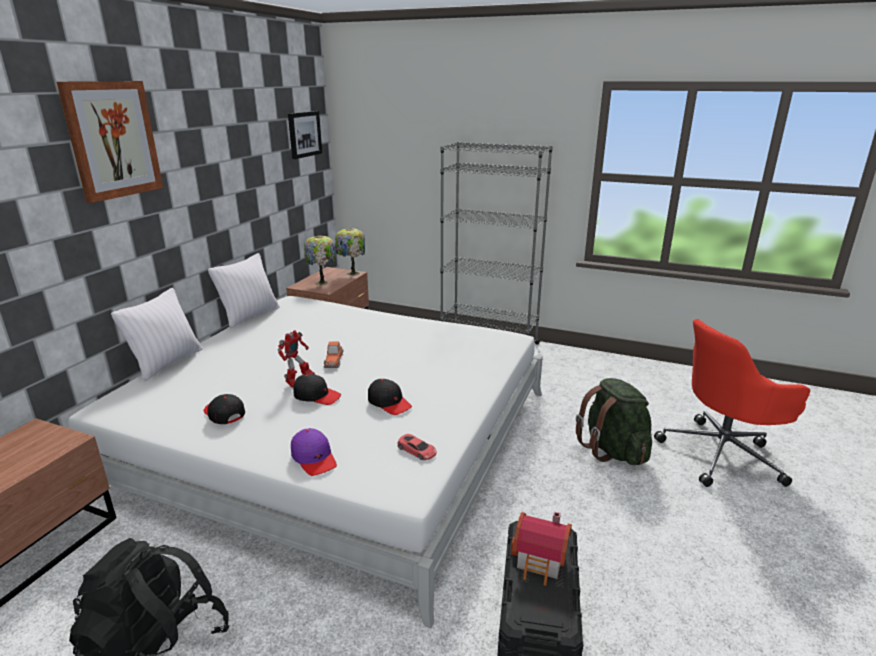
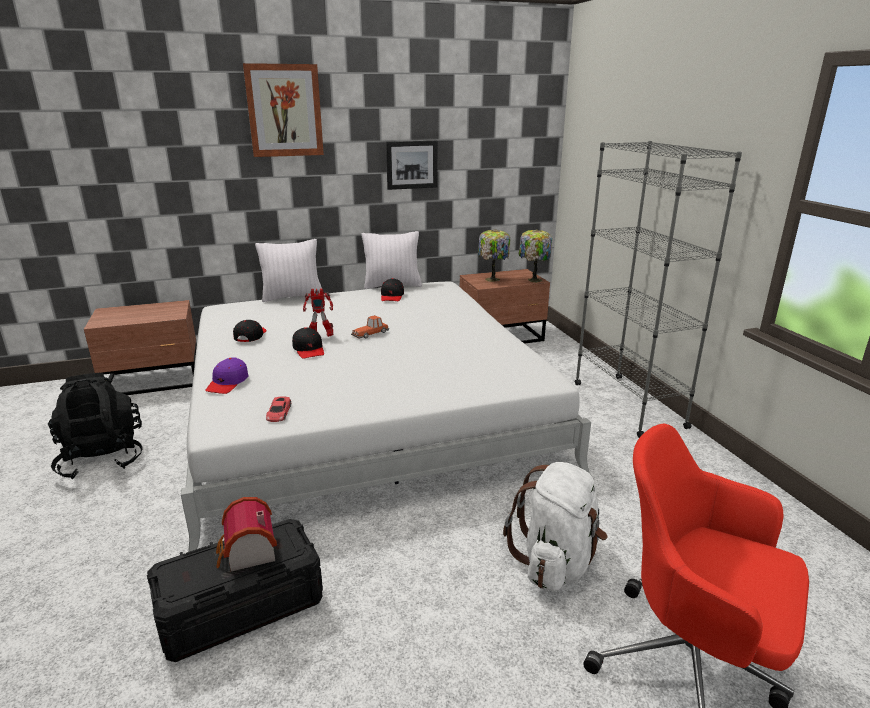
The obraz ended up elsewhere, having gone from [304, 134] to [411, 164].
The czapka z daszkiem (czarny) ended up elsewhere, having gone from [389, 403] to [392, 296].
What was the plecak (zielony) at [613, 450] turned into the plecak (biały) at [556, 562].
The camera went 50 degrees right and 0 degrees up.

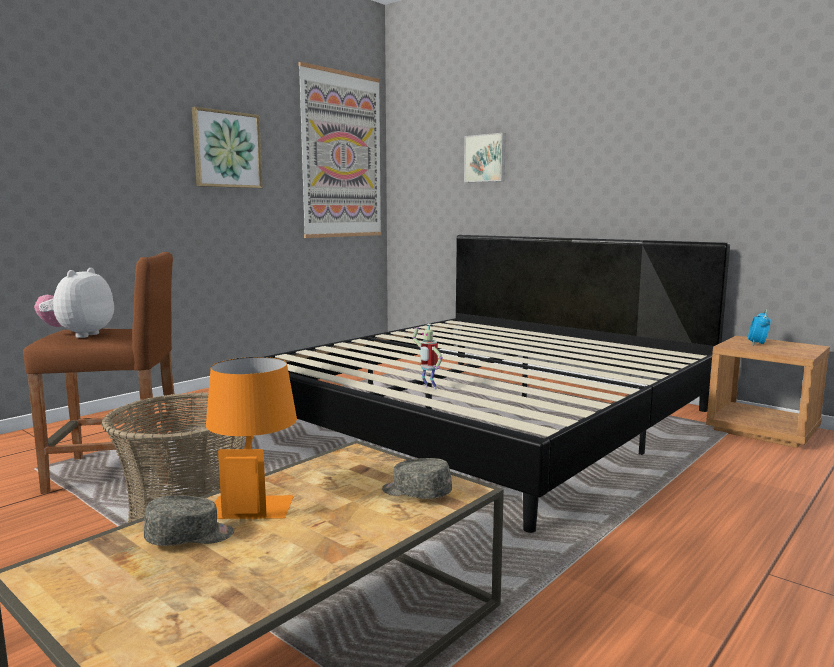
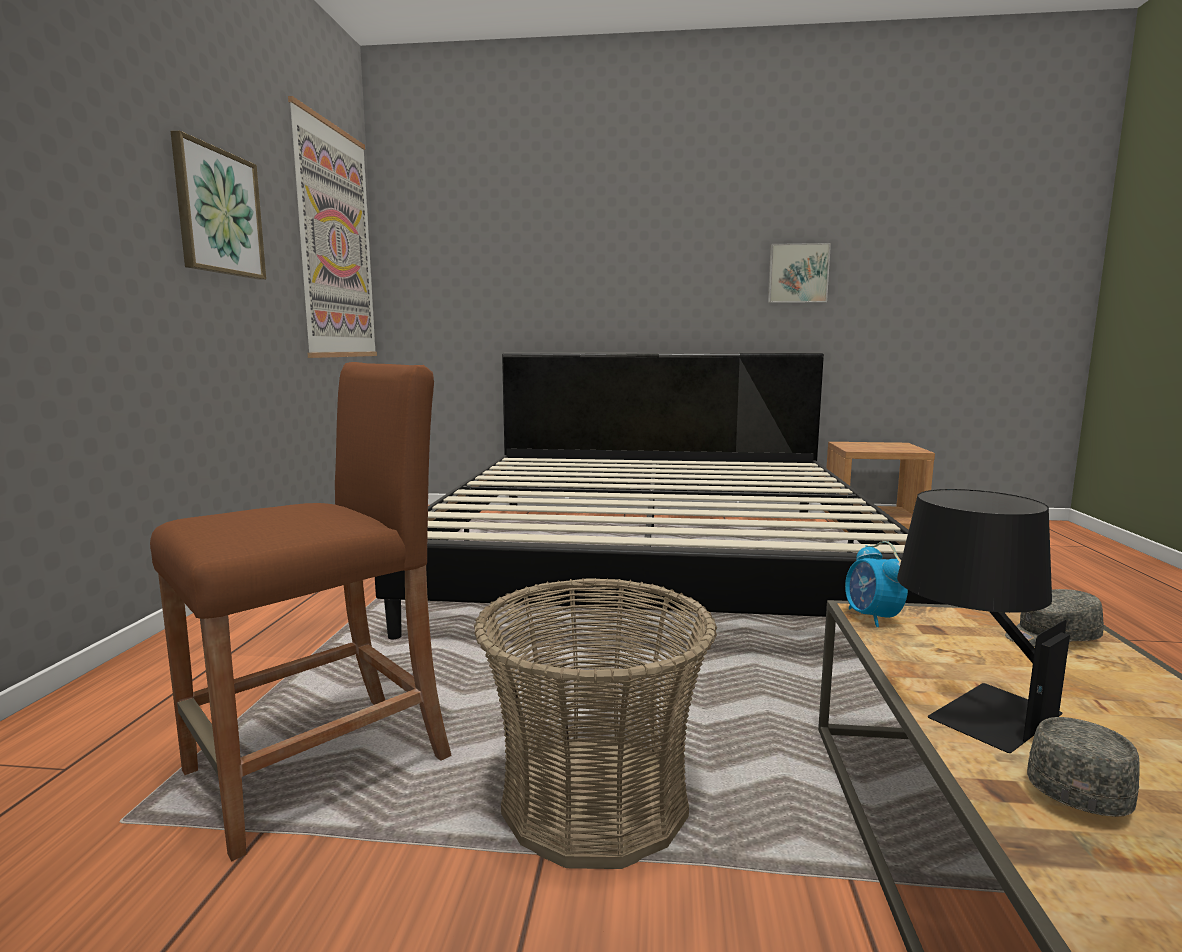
The second view lost the pluszak at [79, 335].
The second view lost the robot zabawkowy at [428, 388].
The obraz ended up elsewhere, having gone from [485, 158] to [798, 273].
The budzik ended up elsewhere, having gone from [757, 344] to [872, 617].
What was the lampa stołowa (pomarańczowy) at [254, 499] turned into the lampa stołowa (czarny) at [967, 704].
The camera went 35 degrees left and 0 degrees up.

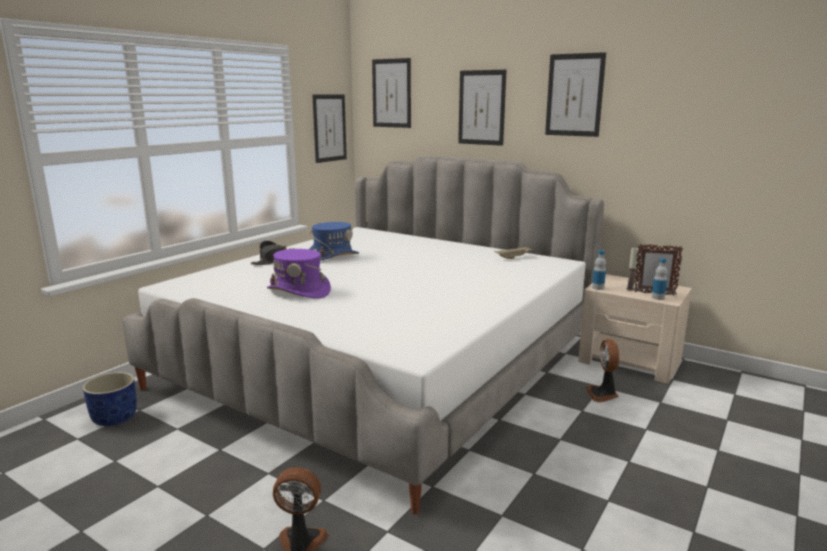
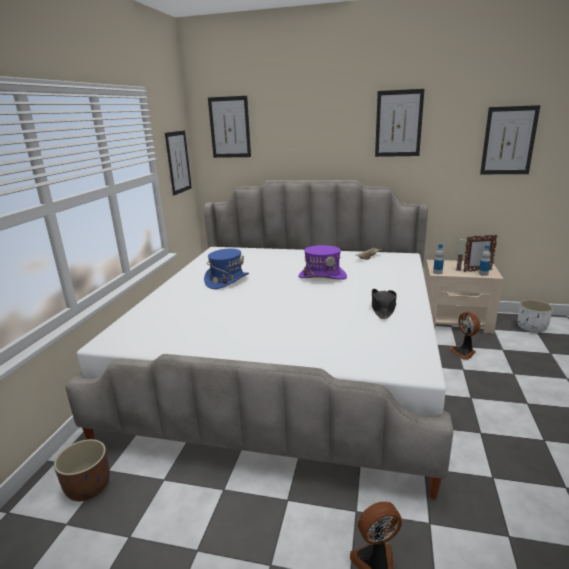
The second view gained the donica (biały) at [532, 328].
The kapelusz (czarny) ended up elsewhere, having gone from [273, 260] to [383, 308].
The kapelusz (fioletowy) ended up elsewhere, having gone from [299, 291] to [322, 276].
The obraz ended up elsewhere, having gone from [481, 107] to [508, 141].
What was the donica (niebieski) at [115, 418] turned into the donica (brązowy) at [89, 487].
The camera went 20 degrees left and 5 degrees up.

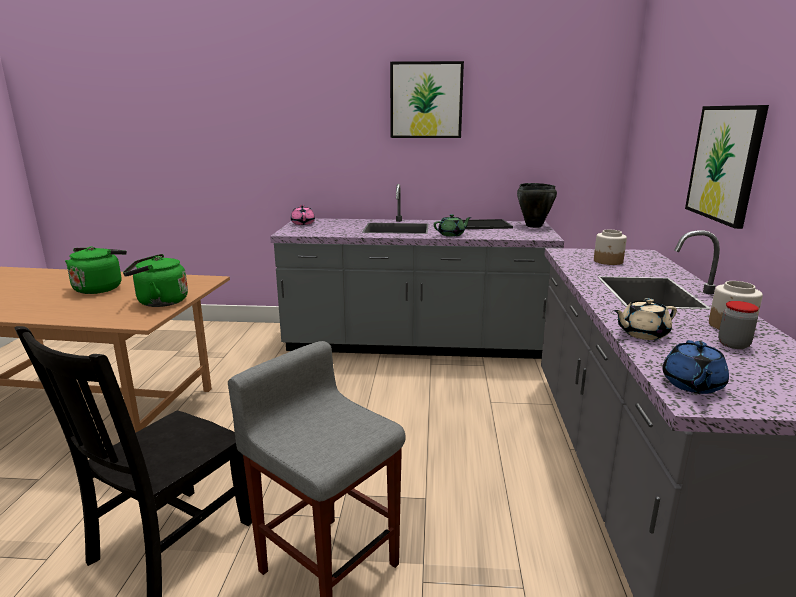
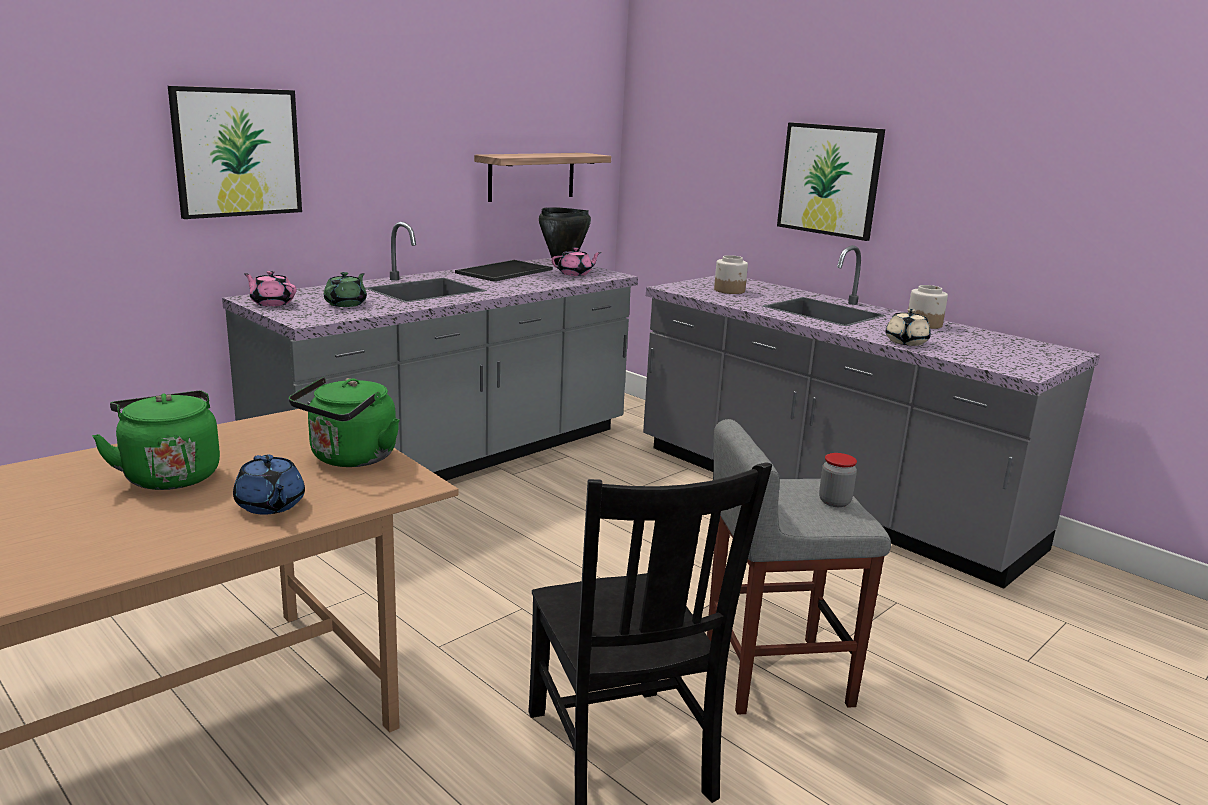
The second view gained the półka at [531, 176].
The second view gained the imbryk (różowy) at [575, 274].
The obraz ended up elsewhere, having gone from [426, 100] to [237, 152].
The imbryk (zielony) ended up elsewhere, having gone from [451, 234] to [346, 304].
The imbryk (niebieski) ended up elsewhere, having gone from [692, 385] to [270, 505].
The słoik ended up elsewhere, having gone from [733, 344] to [834, 502].
The camera went 50 degrees left and 0 degrees up.

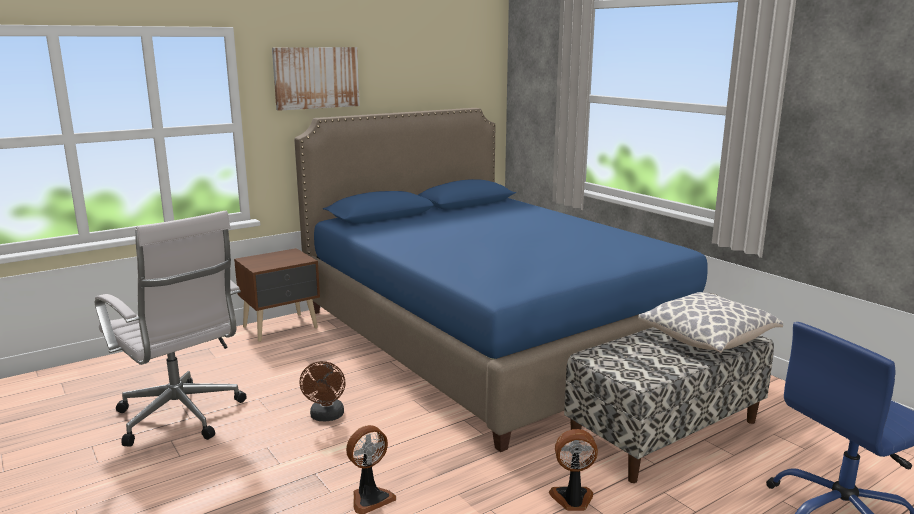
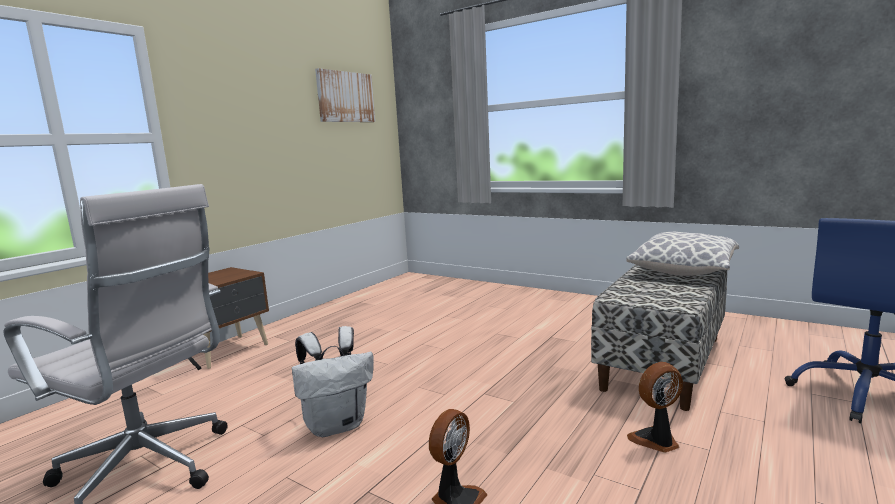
The second view lost the łóżko (niebieski) at [490, 337].
The obraz ended up elsewhere, having gone from [316, 78] to [345, 97].
Where the wentylator (brązowy) stood at [326, 417], the plecak (biały) came to stand at [337, 425].
The camera went 20 degrees left and 5 degrees down.

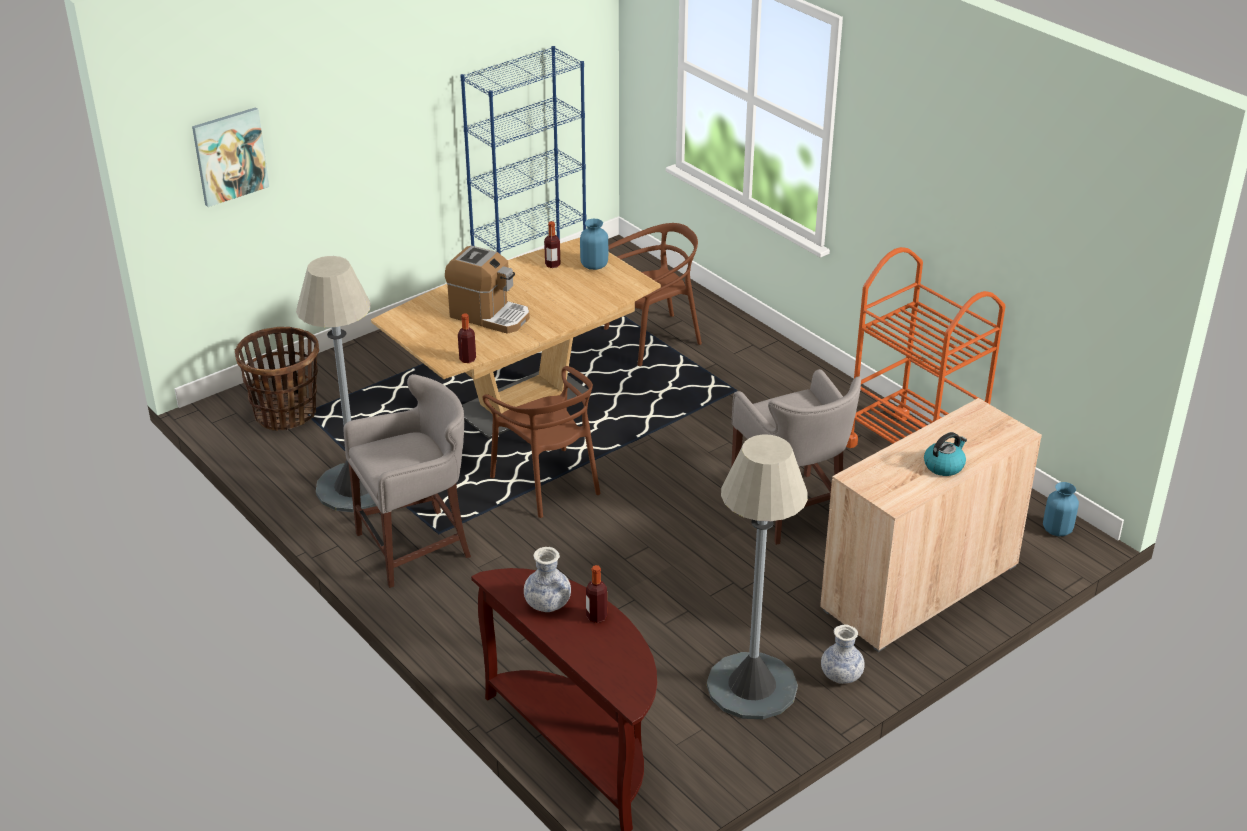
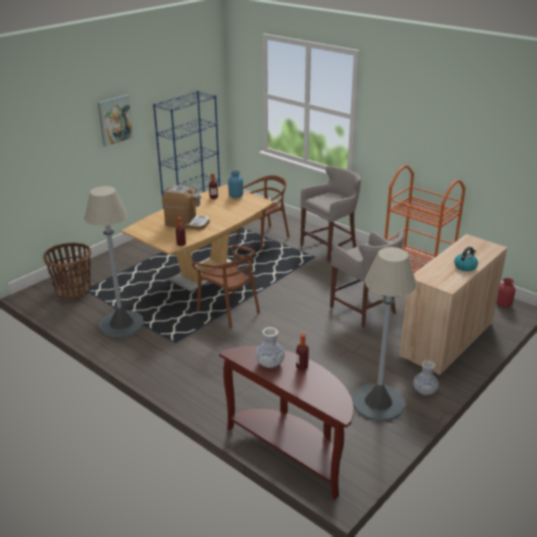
The obraz ended up elsewhere, having gone from [230, 156] to [115, 120].
The stołek (szary) ended up elsewhere, having gone from [417, 545] to [330, 246].
What was the wazon (niebieski) at [1057, 529] turned into the wazon (czerwony) at [503, 304].
The camera went 10 degrees left and 5 degrees down.

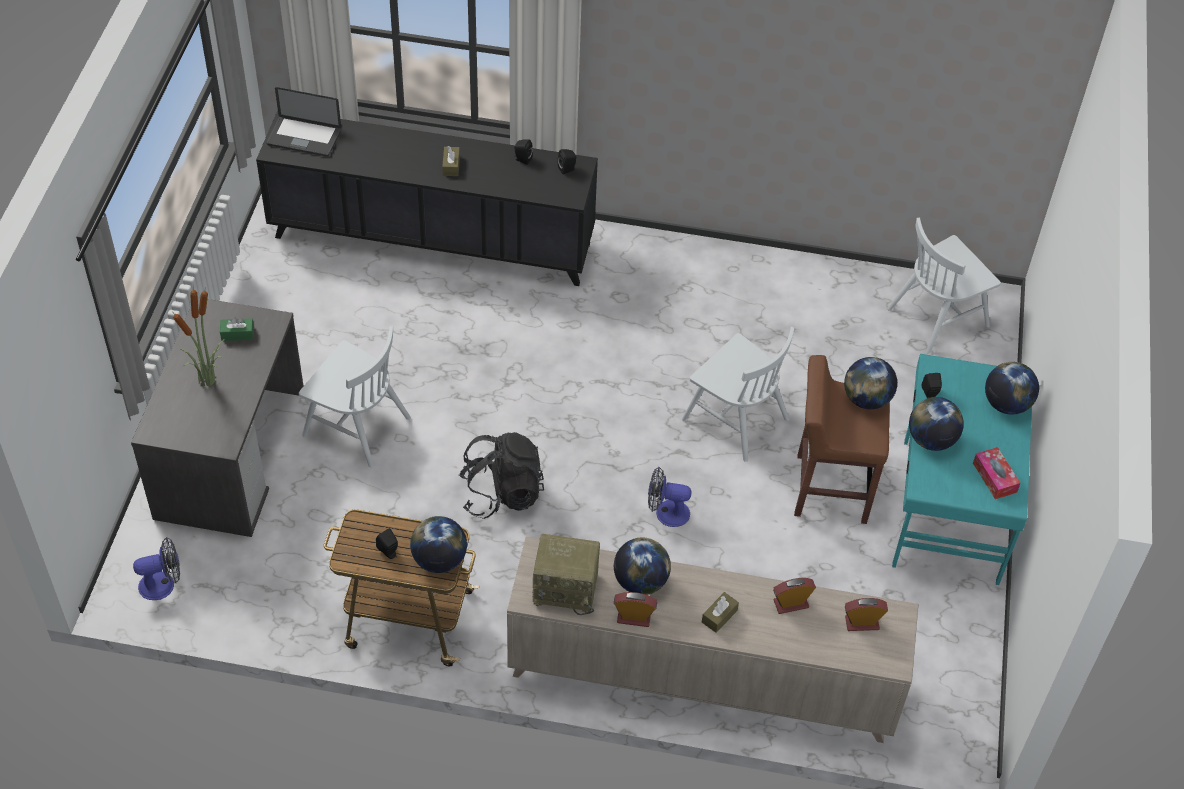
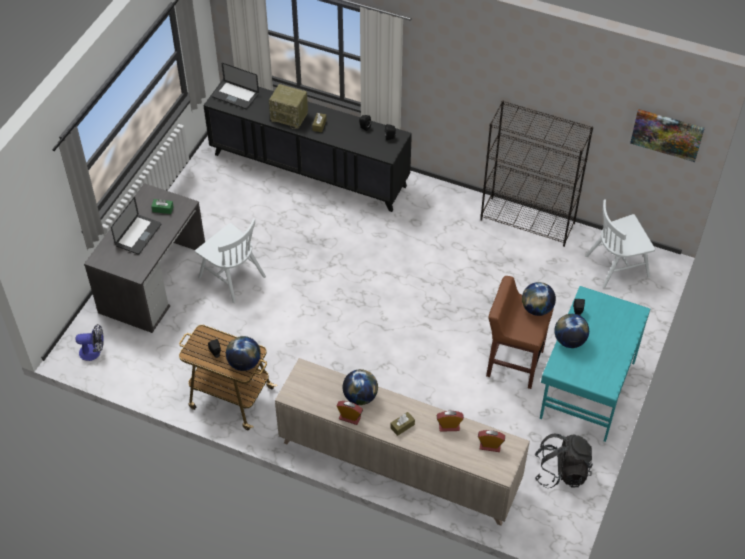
The second view lost the wentylator at [666, 512].
The second view lost the krzesło (biały) at [735, 419].
The second view lost the pudełko chusteczek at [994, 477].
The second view lost the globus at [1006, 404].
The second view gained the regał (czarny) at [528, 221].
The second view gained the obraz at [667, 134].
The plecak (czarny) ended up elsewhere, having gone from [501, 493] to [561, 471].
The radio ended up elsewhere, having gone from [567, 588] to [290, 117].
Where the roślina doniczkowa stood at [209, 382], the laptop came to stand at [138, 235].
The camera went 15 degrees right and 0 degrees up.

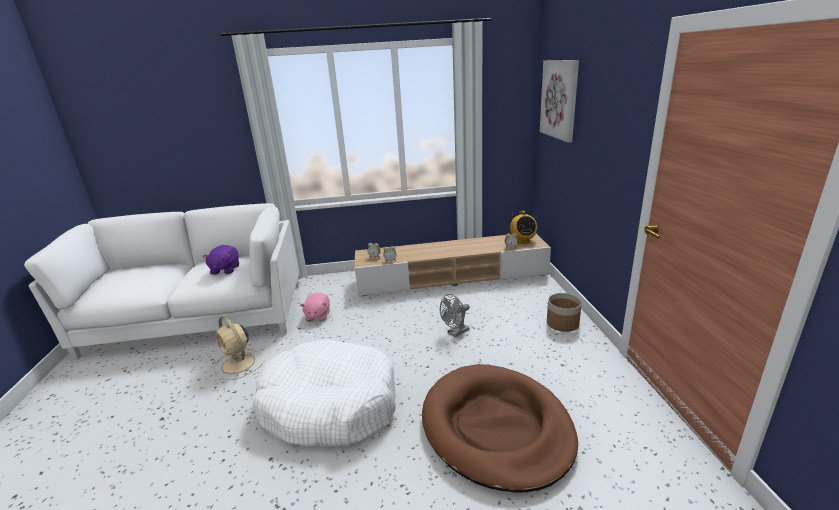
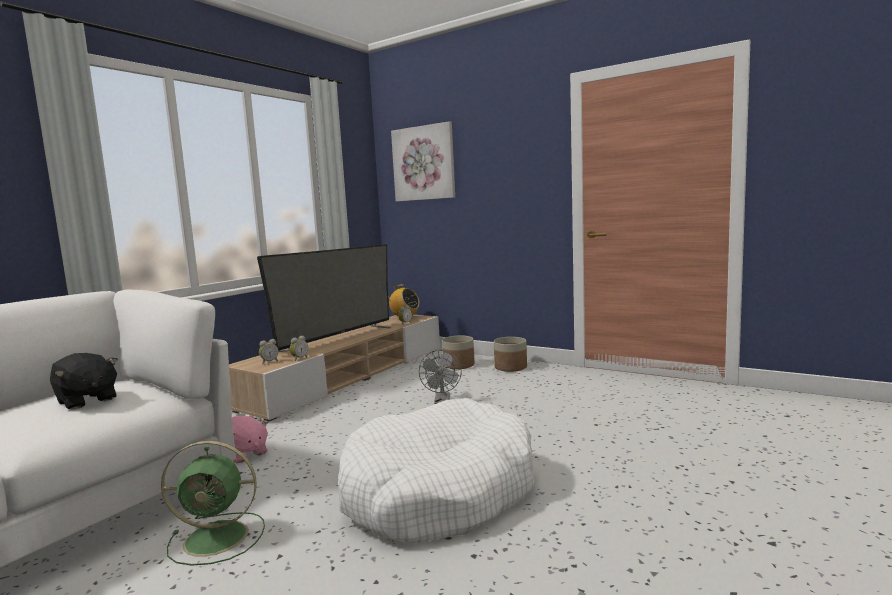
The second view lost the legowisko (brązowy) at [496, 428].
The second view gained the telewizor at [337, 339].
The second view gained the donica at [458, 365].
What was the pluszak (fioletowy) at [225, 270] turned into the pluszak (czarny) at [86, 400].
What was the wentylator (beżowy) at [239, 364] turned into the wentylator (zielony) at [219, 538].
The camera went 50 degrees left and 15 degrees down.

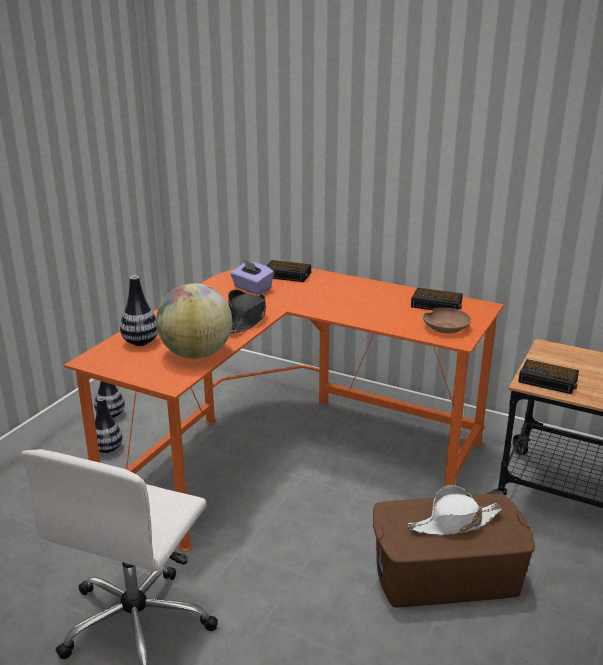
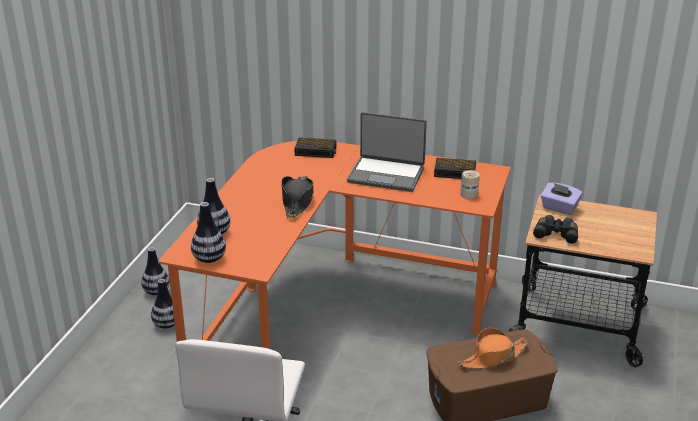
The second view lost the globus at [196, 354].
The second view gained the wazon at [209, 259].
The second view gained the laptop at [386, 174].
The pudełko chusteczek (fioletowy) ended up elsewhere, having gone from [252, 288] to [559, 208].
Where the miska (brązowy) stood at [446, 327], the puszka came to stand at [469, 194].
Where the budzik stood at [549, 381], the lornetka (czarny) came to stand at [556, 234].
What was the kapelusz (biały) at [454, 523] turned into the kapelusz (pomarańczowy) at [493, 357].
The camera went 10 degrees left and 5 degrees up.

